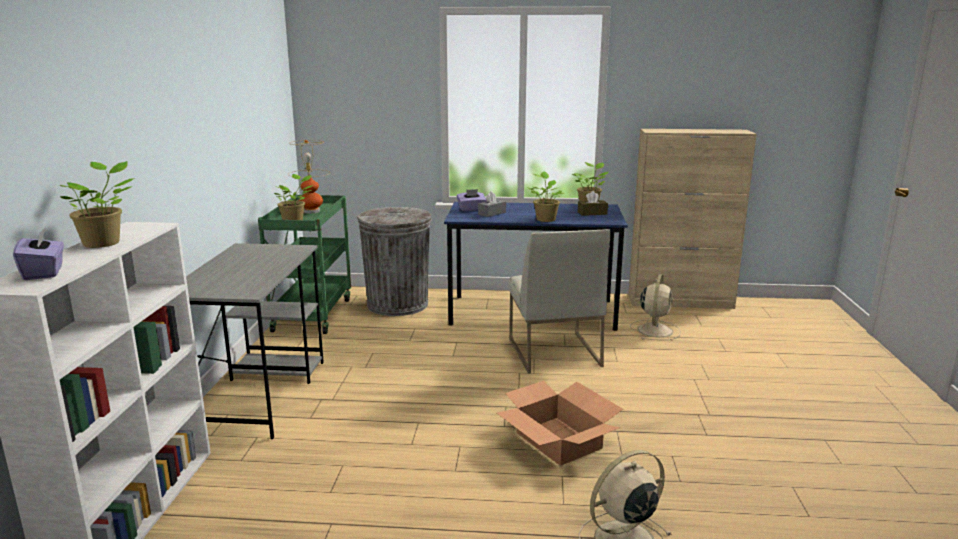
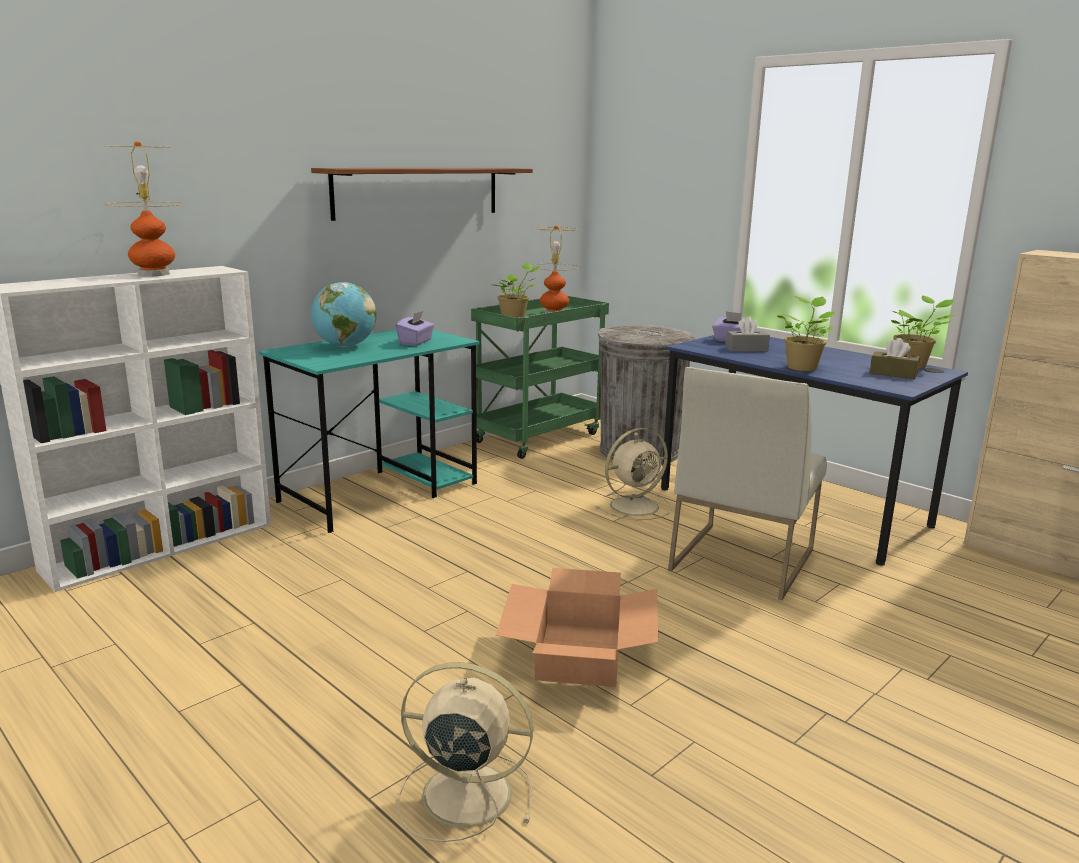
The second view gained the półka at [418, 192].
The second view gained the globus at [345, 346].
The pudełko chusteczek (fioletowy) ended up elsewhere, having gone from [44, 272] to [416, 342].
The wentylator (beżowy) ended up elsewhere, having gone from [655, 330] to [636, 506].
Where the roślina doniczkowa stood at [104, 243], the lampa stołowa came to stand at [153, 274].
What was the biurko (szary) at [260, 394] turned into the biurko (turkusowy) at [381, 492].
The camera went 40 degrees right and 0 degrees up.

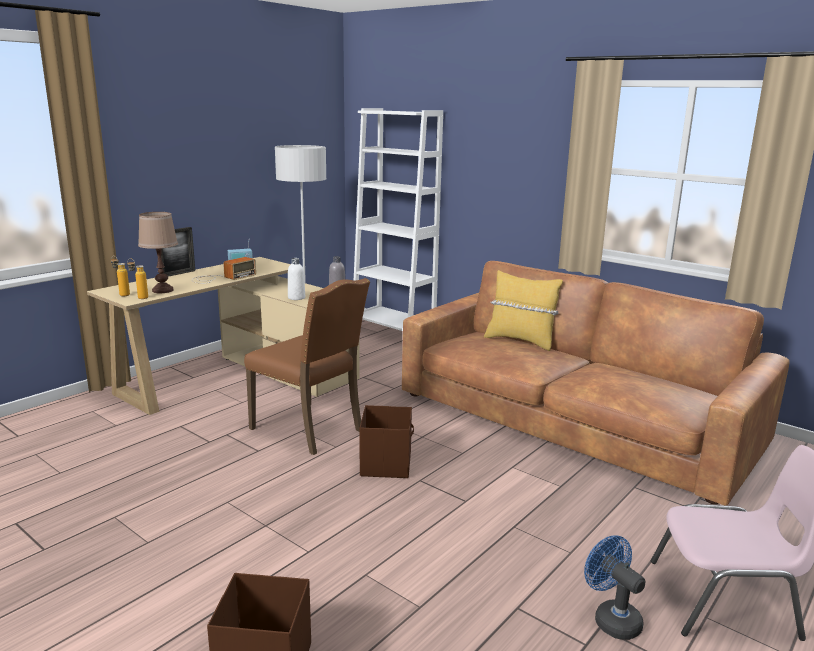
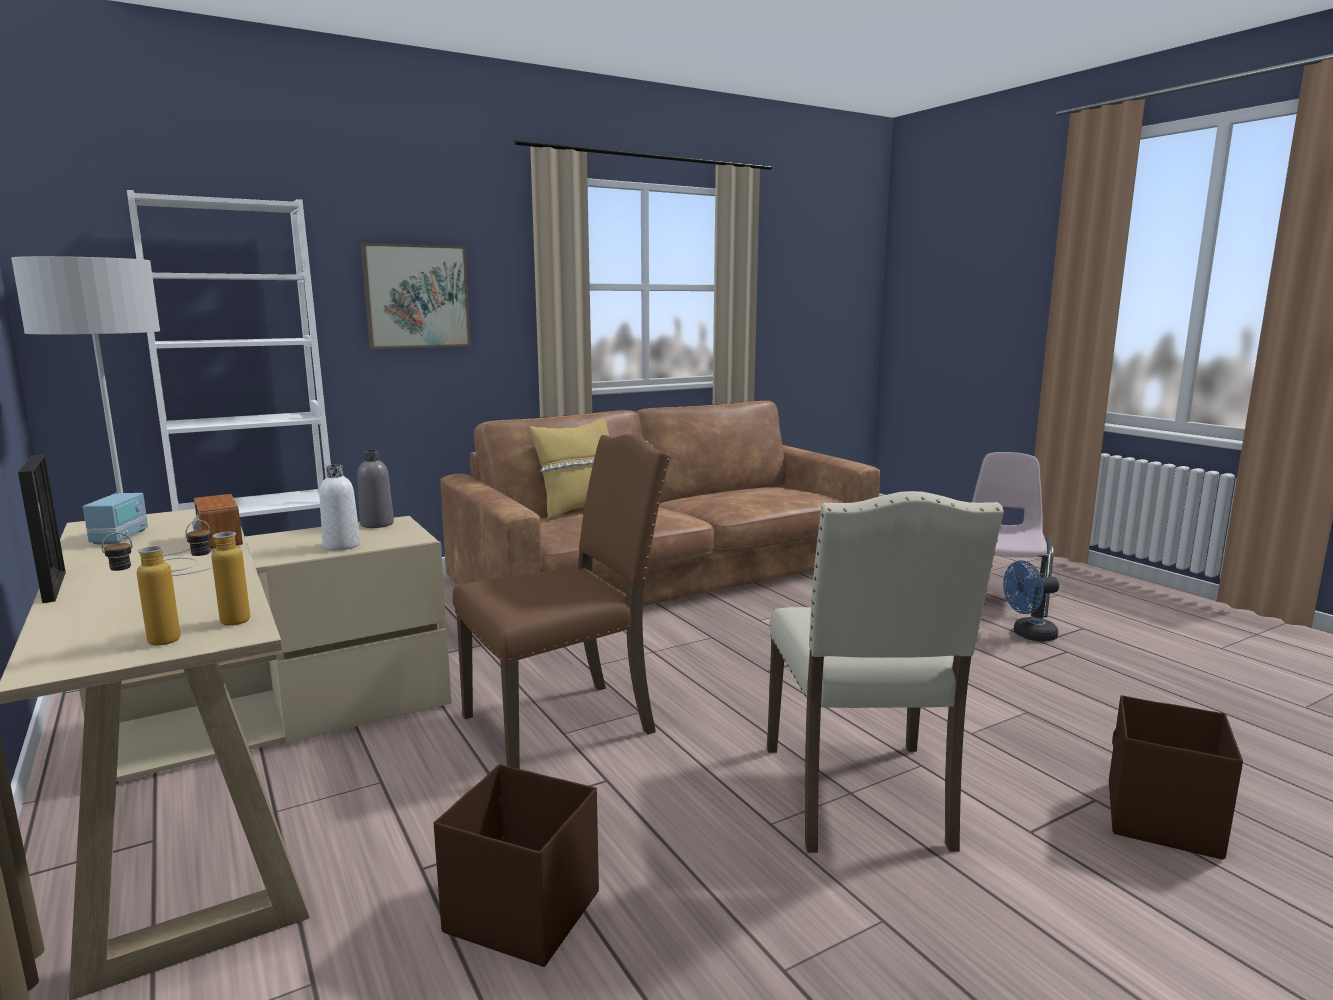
The second view lost the lampa stołowa (brązowy) at [163, 290].
The second view gained the obraz at [417, 296].
The second view gained the krzesło (beżowy) at [861, 798].
The pojemnik do przechowywania (brązowy) ended up elsewhere, having gone from [386, 464] to [521, 911].
The camera went 70 degrees left and 5 degrees down.

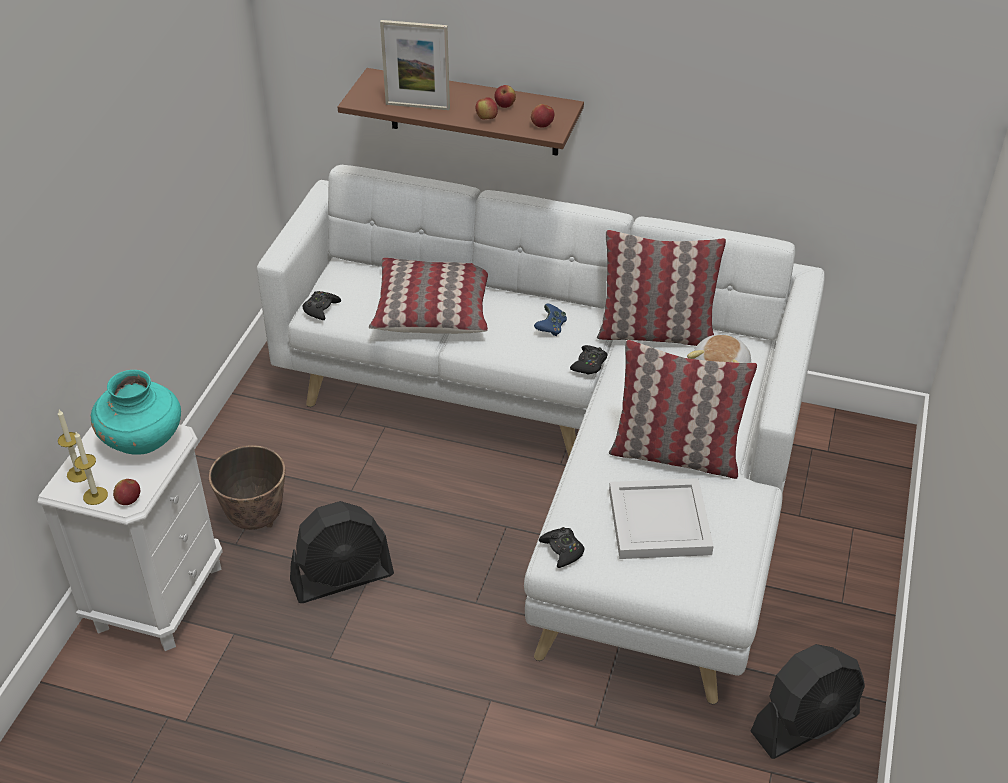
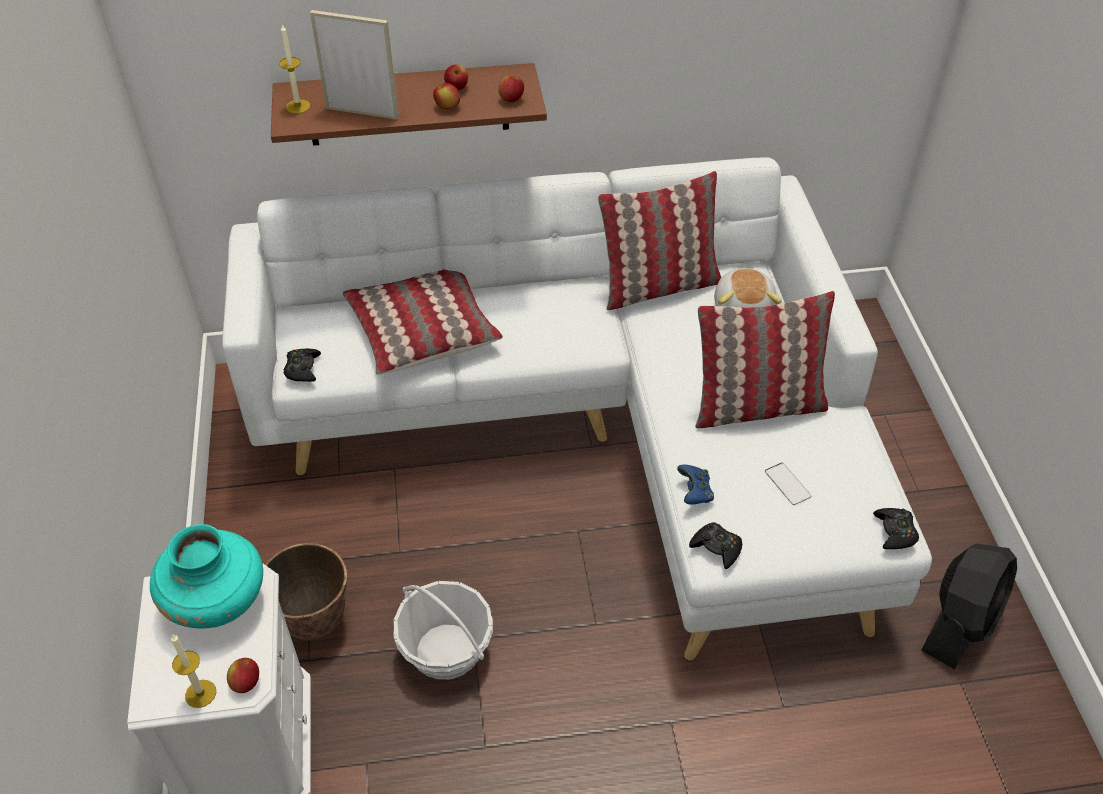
The świeca ended up elsewhere, having gone from [79, 473] to [298, 106].
The pad do gier (niebieski) ended up elsewhere, having gone from [551, 328] to [695, 493].
The pad do gier (czarny) ended up elsewhere, having gone from [589, 364] to [895, 532].
Where the wentylator (czarny) stood at [342, 578], the koszyk came to stand at [446, 651].
Where the taca (biały) stood at [658, 523], the telefon came to stand at [787, 484].
The ramka na zdjęcie at [417, 106] ended up facing another way, 150 degrees counterclockwise from before.
The camera went 25 degrees left and 5 degrees up.

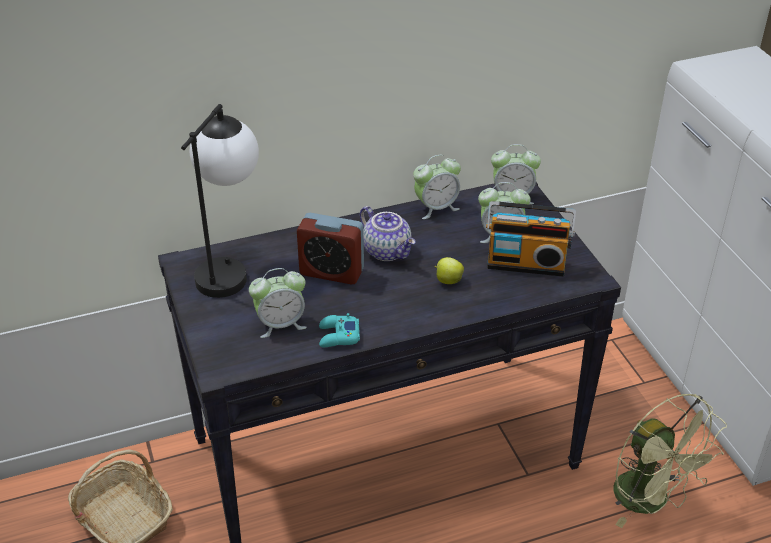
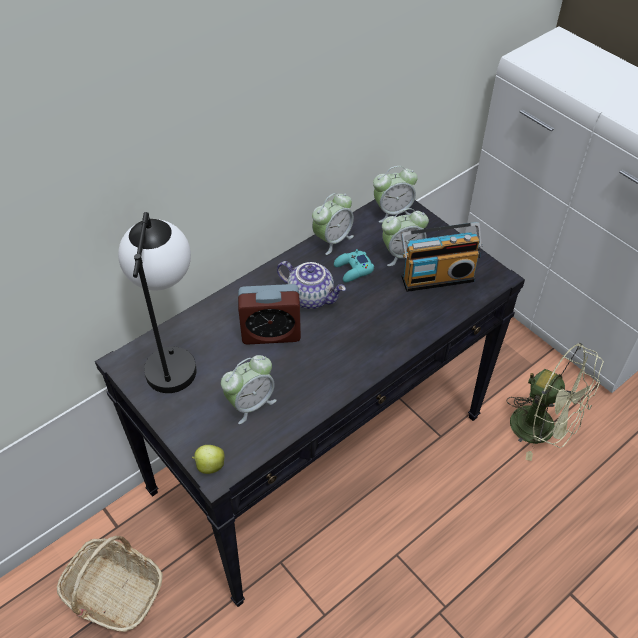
The pad do gier (turkusowy) ended up elsewhere, having gone from [338, 336] to [353, 270].
The jabłko ended up elsewhere, having gone from [448, 281] to [209, 466].
The camera went 20 degrees left and 10 degrees up.

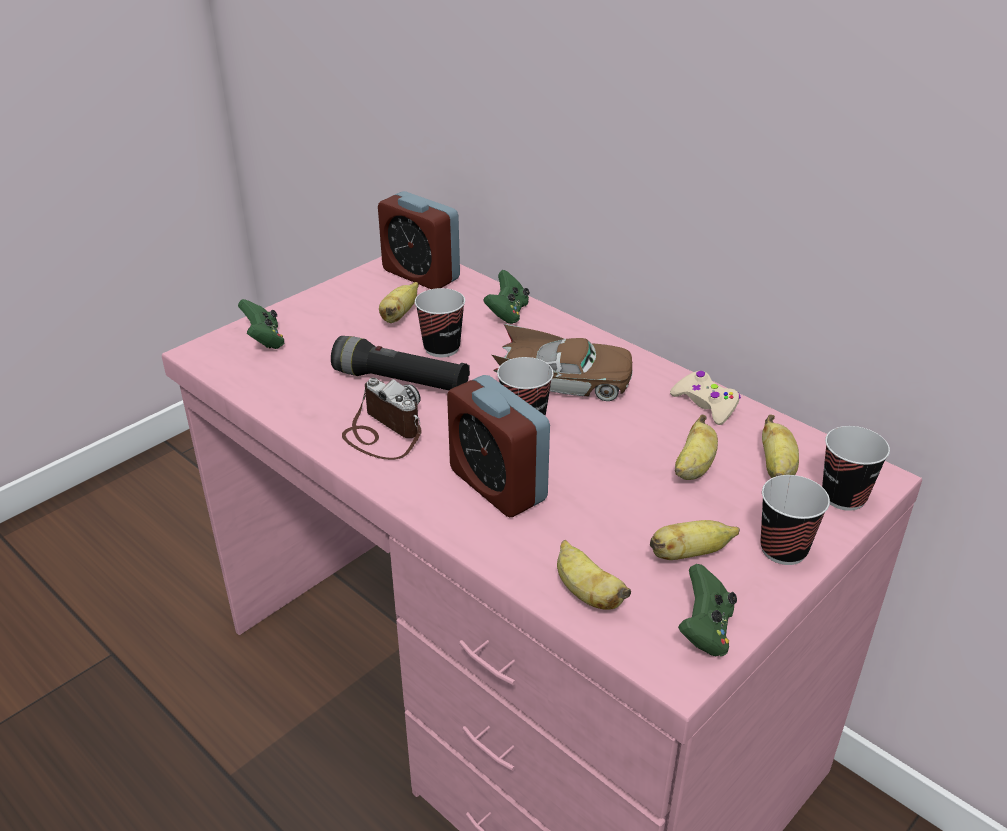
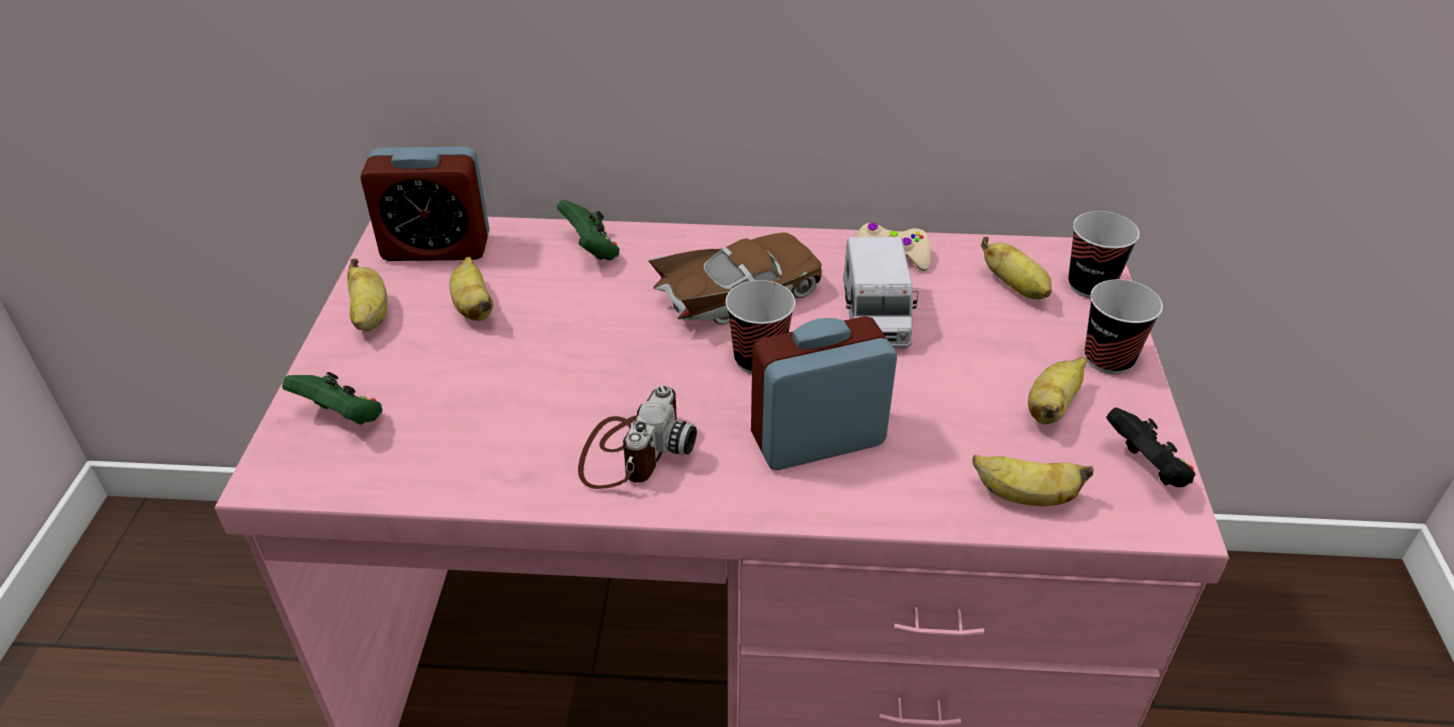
The second view lost the latarka (czarny) at [401, 381].
The second view lost the filiżanka at [442, 348].
The second view gained the ciężarówka zabawkowa at [875, 317].
The banan ended up elsewhere, having gone from [693, 468] to [370, 316].
What was the pad do gier (zielony) at [705, 631] turned into the pad do gier (czarny) at [1146, 469].
The aparat fotograficzny at [382, 433] ended up facing another way, 105 degrees clockwise from before.
The budzik at [497, 485] ended up facing another way, 150 degrees clockwise from before.
The camera went 40 degrees left and 5 degrees up.

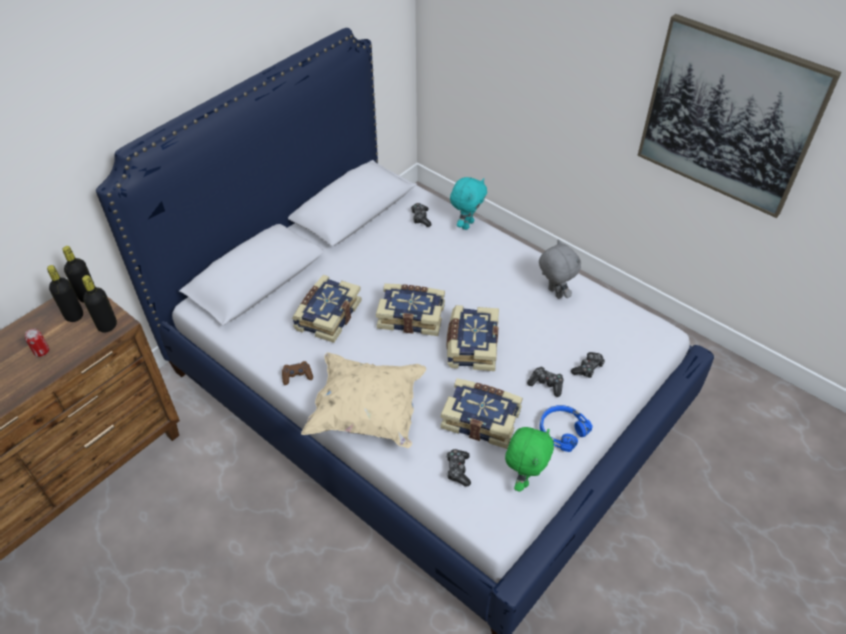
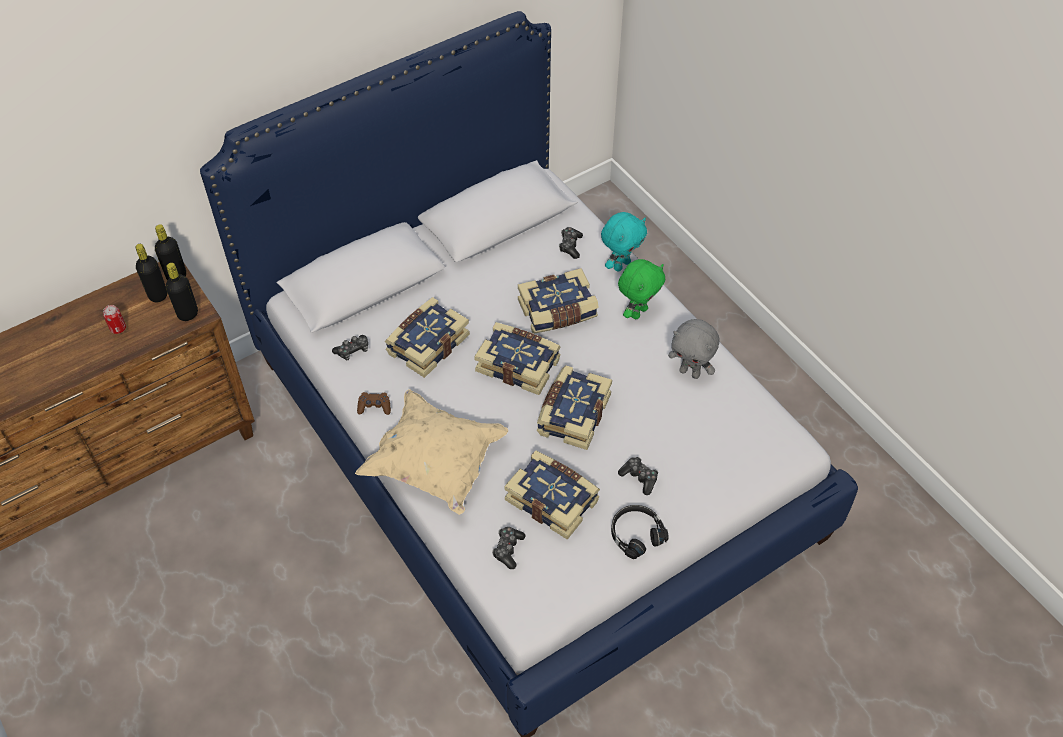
The second view lost the obraz at [729, 117].
The second view gained the książka at [558, 311].
The pluszak (zielony) ended up elsewhere, having gone from [524, 478] to [638, 312].
The pad do gier ended up elsewhere, having gone from [588, 368] to [353, 350].
What was the słuchawki (niebieski) at [562, 430] turned into the słuchawki (czarny) at [636, 533].
The pluszak (szary) at [554, 293] ended up facing another way, 135 degrees clockwise from before.
The camera went 15 degrees right and 5 degrees up.

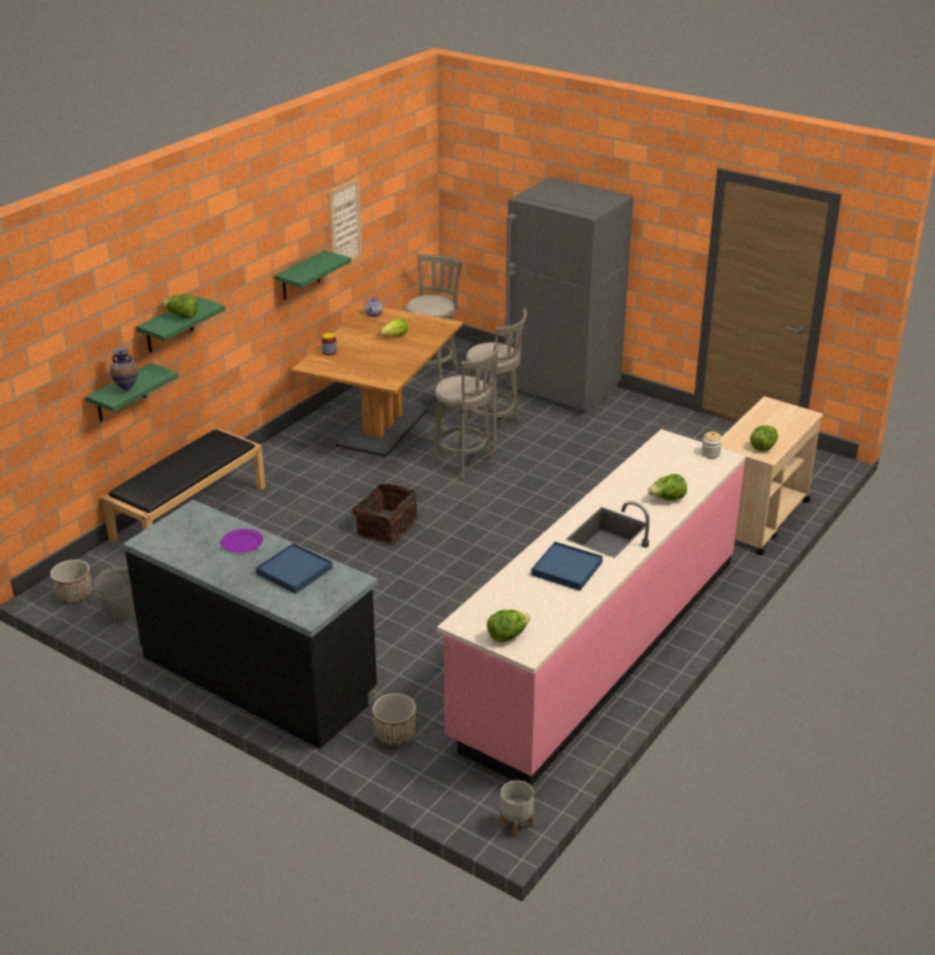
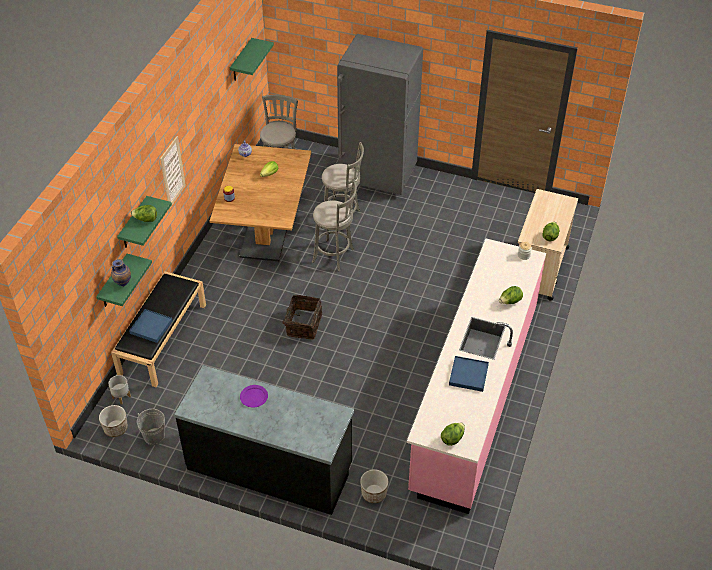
The taca (niebieski) ended up elsewhere, having gone from [294, 571] to [151, 327].
The półka (zielony) ended up elsewhere, having gone from [300, 276] to [241, 61].
The obraz ended up elsewhere, having gone from [345, 224] to [172, 172].
The donica (szary) ended up elsewhere, having gone from [516, 825] to [121, 397].
The camera went 15 degrees left and 15 degrees up.

